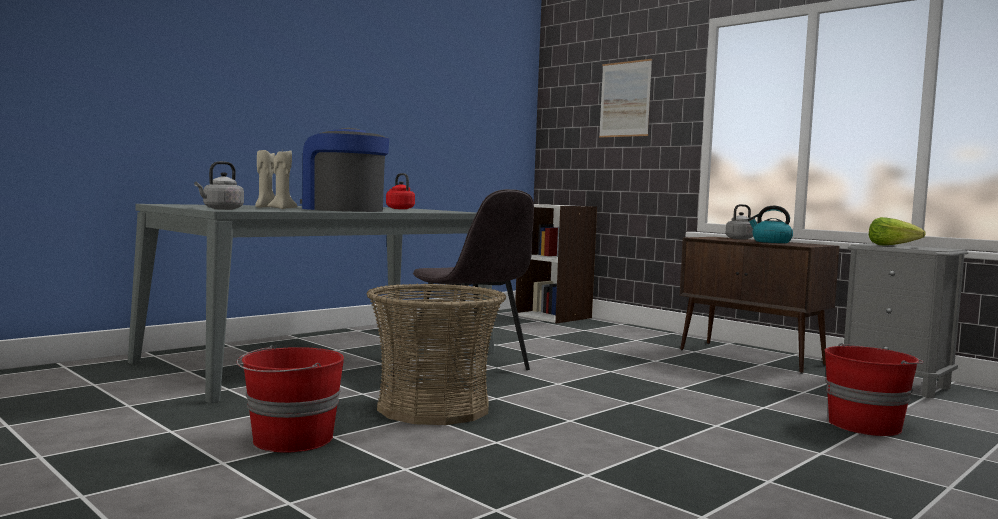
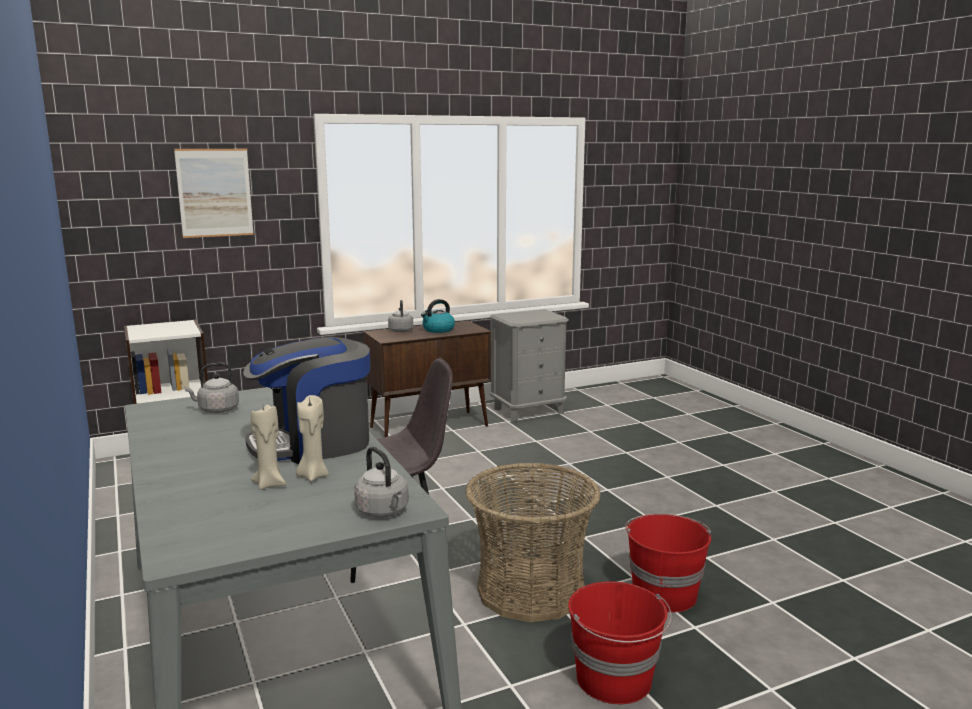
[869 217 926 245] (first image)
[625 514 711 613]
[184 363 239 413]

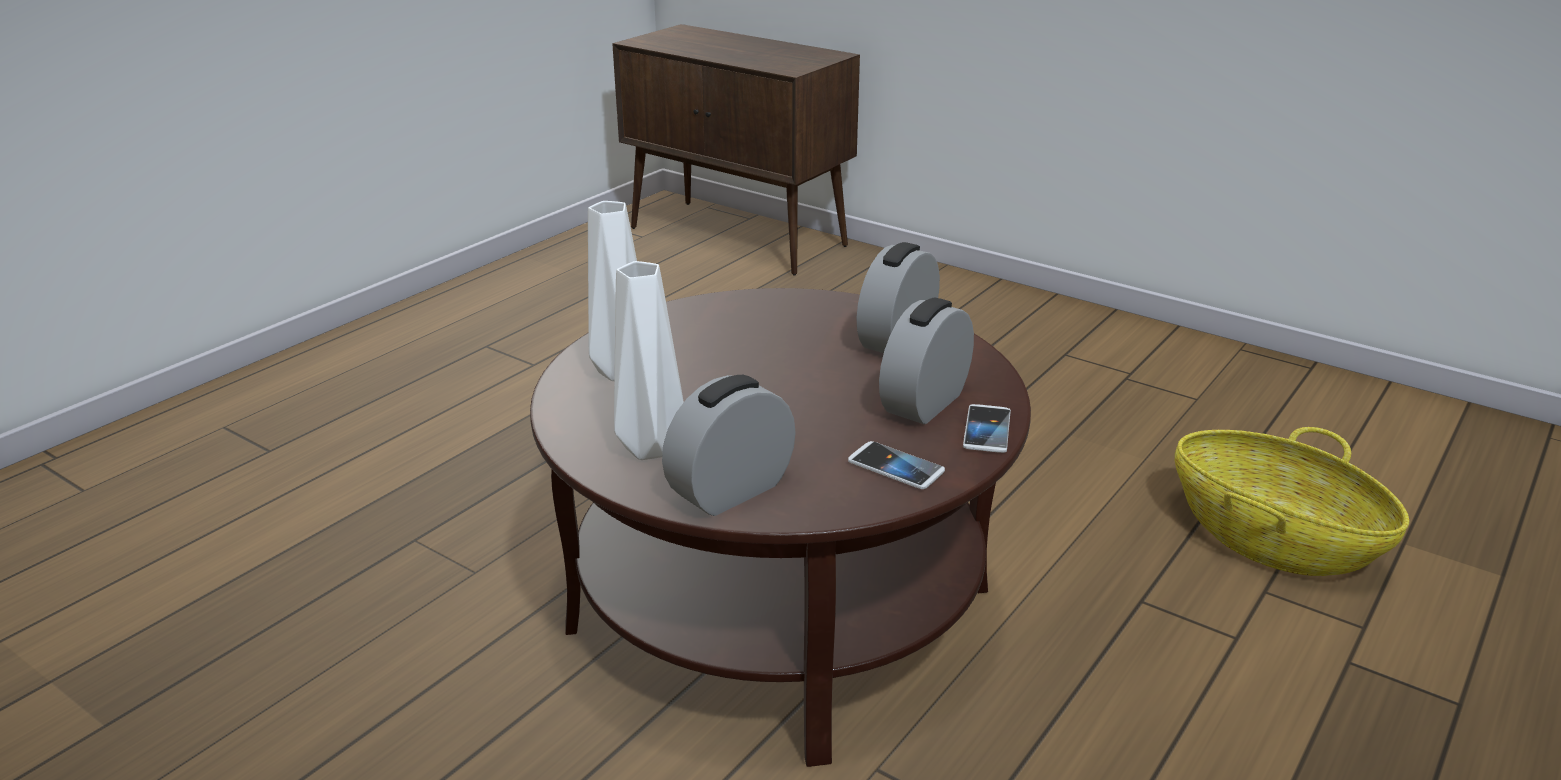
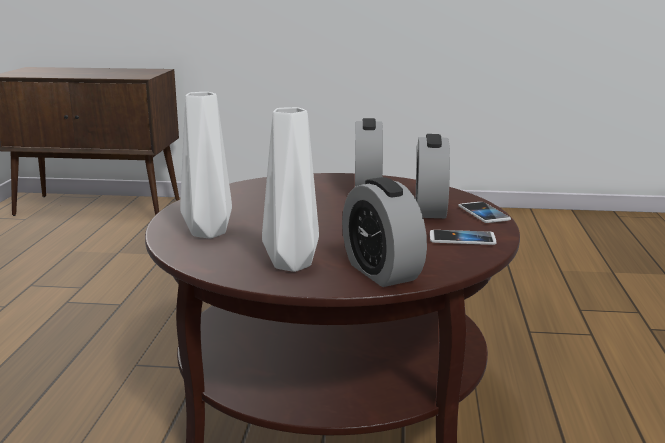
[1175 427 1409 576] (first image)
[342 177 427 287]

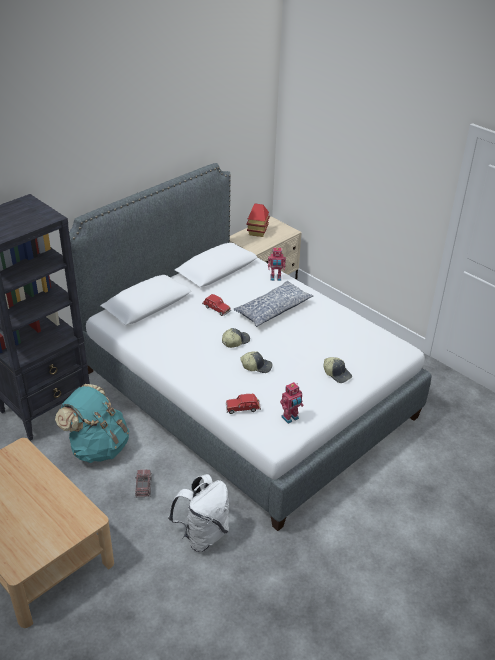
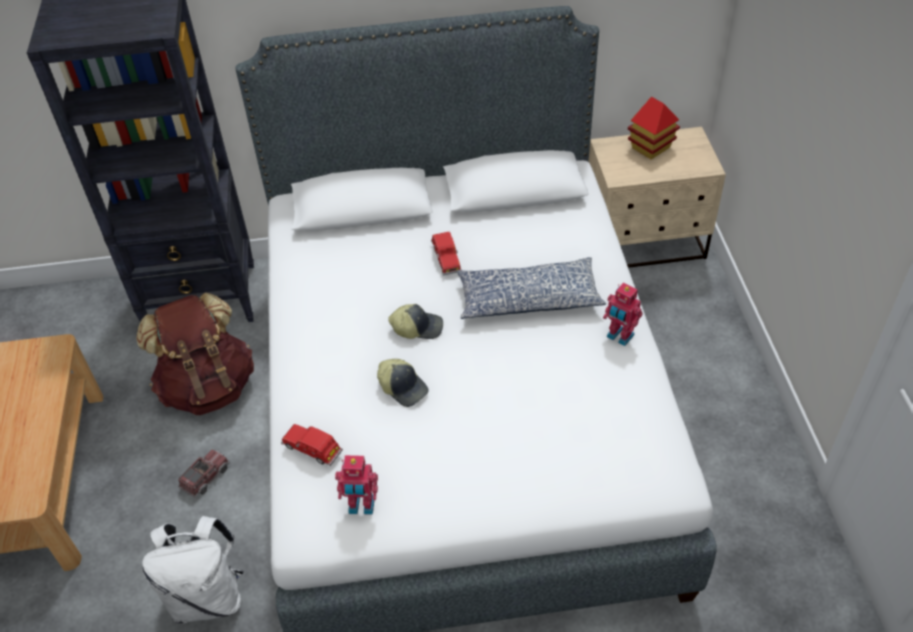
[323 357 352 383] (first image)
[603 283 643 346]
[136 293 254 415]

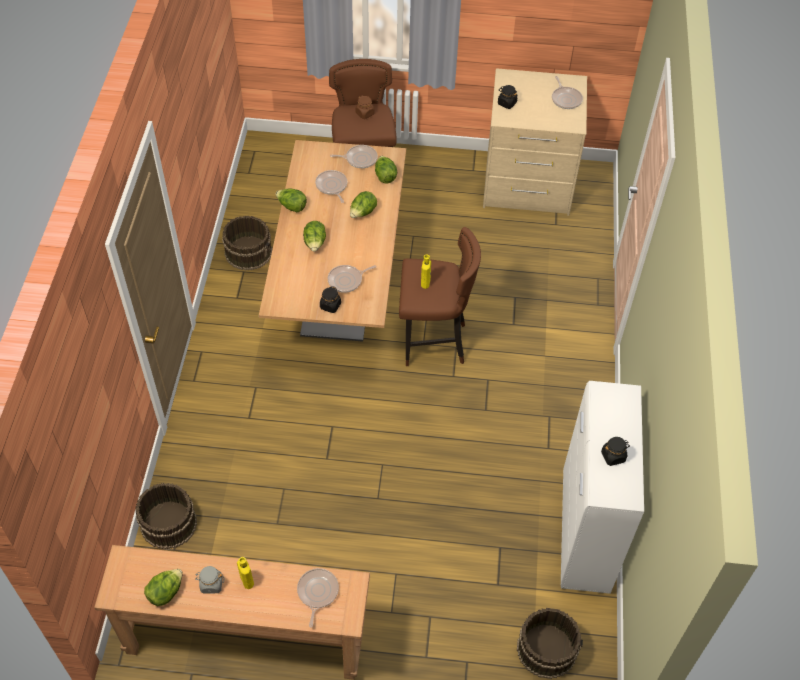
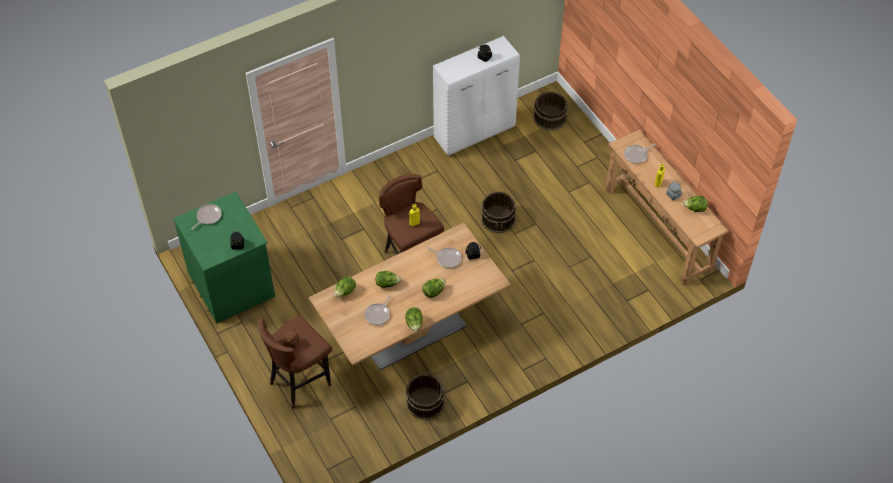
[330 145 378 168] (first image)
[481 192 516 233]
[173 191 275 323]

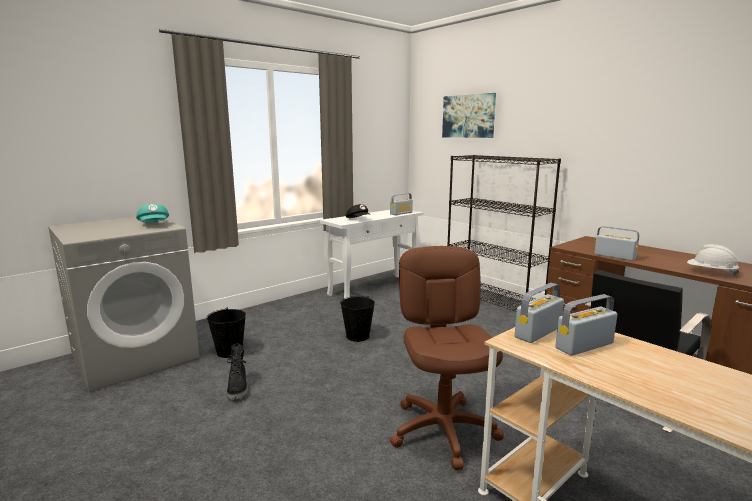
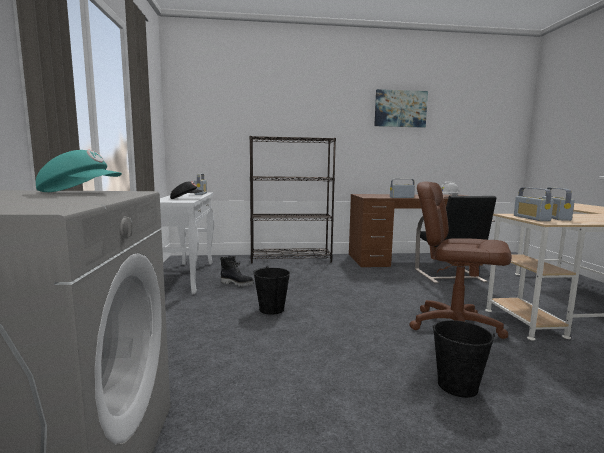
[432 320 495 398]
[220 256 254 287]
[374 89 428 128]

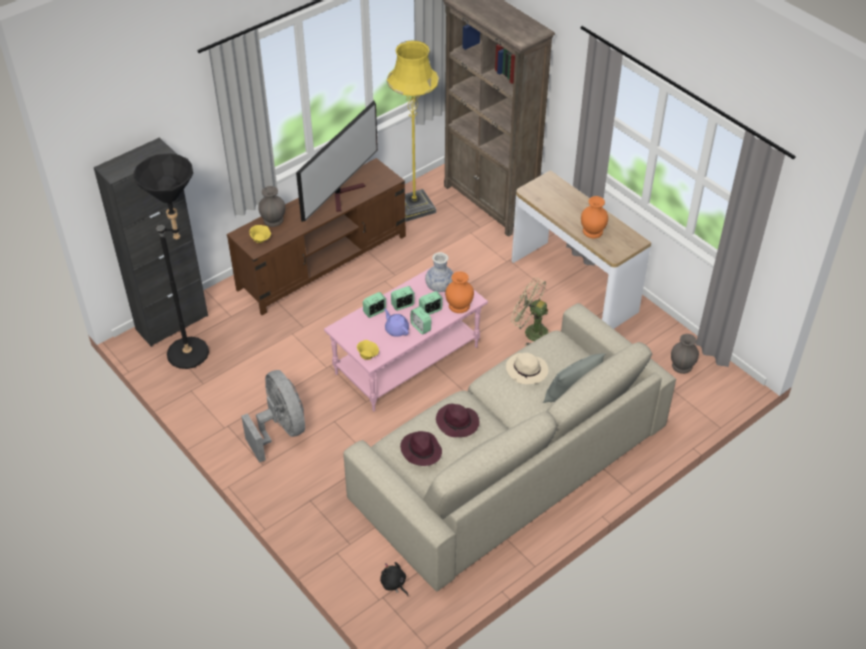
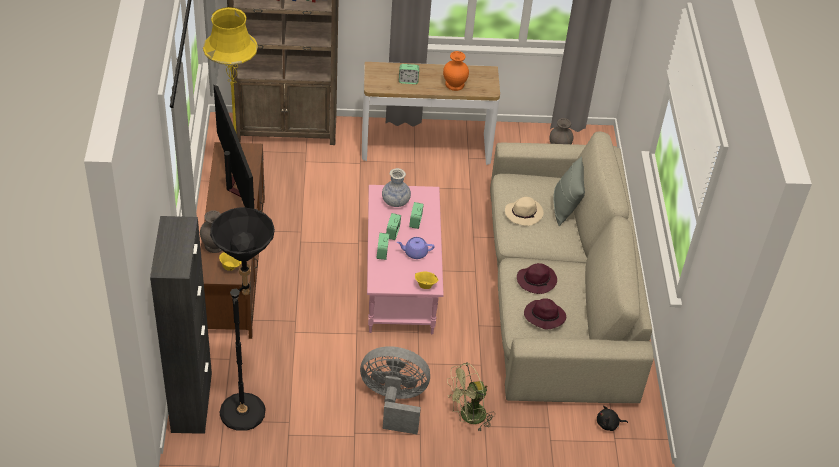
[445 271 474 313] (first image)
[399 64 419 84]
[447 362 495 431]

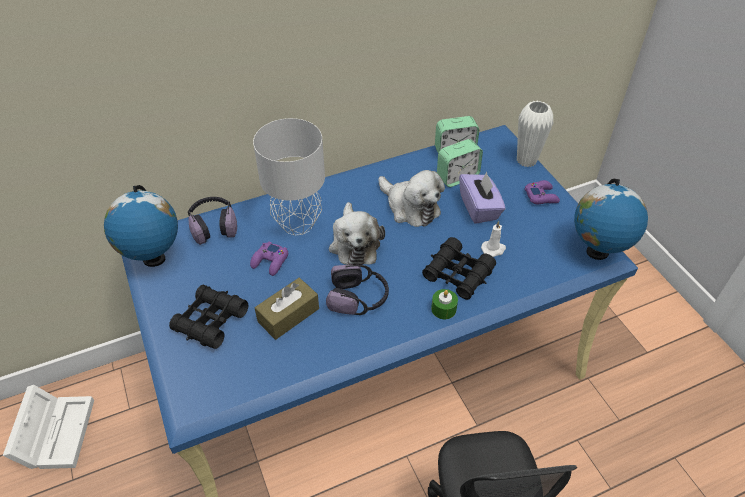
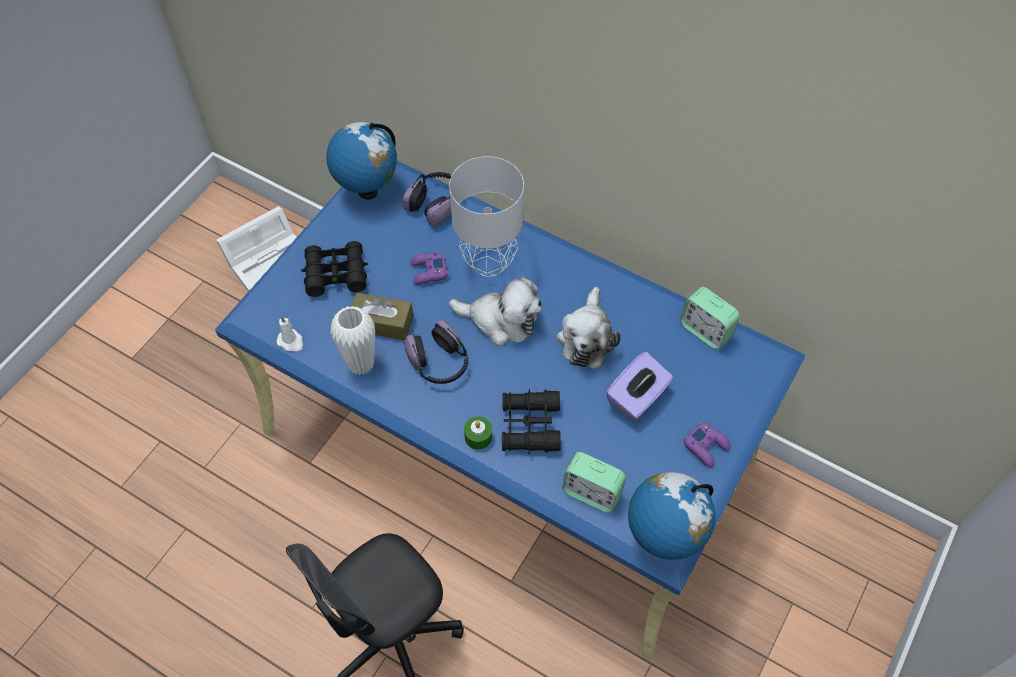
[562 452 626 513]
[277 316 303 351]
[330 306 375 375]
[449 277 542 346]

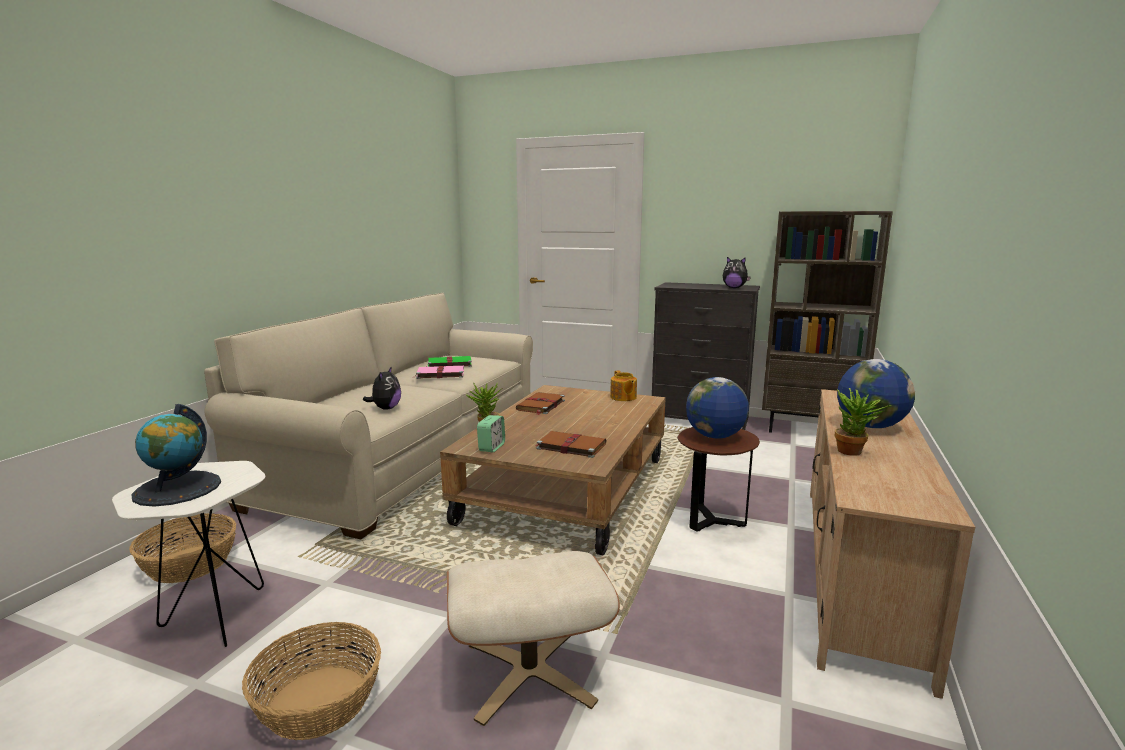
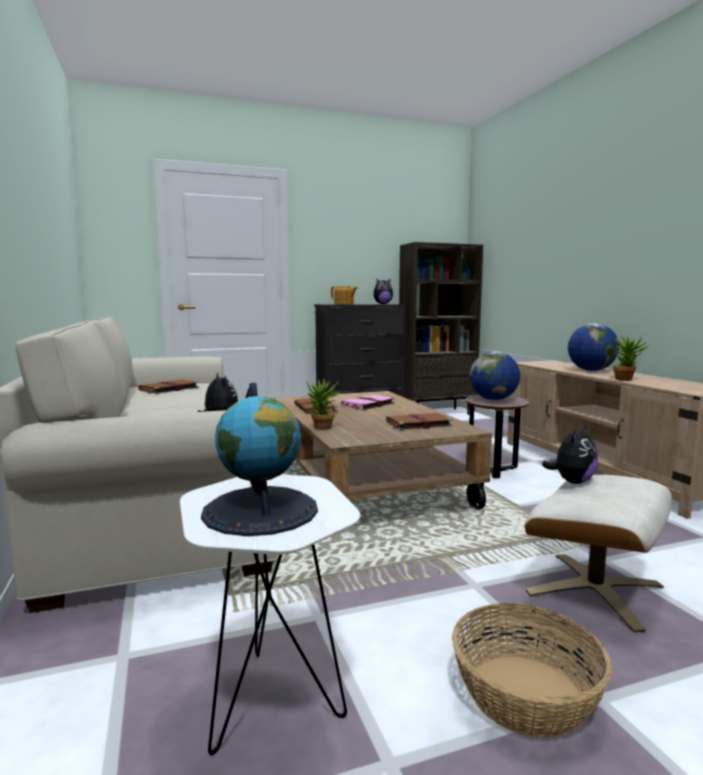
[129 514 236 583] (first image)
[477 415 505 452] (first image)
[542 426 598 484]
[341 395 395 410]
[331 286 358 304]
[138 379 199 394]

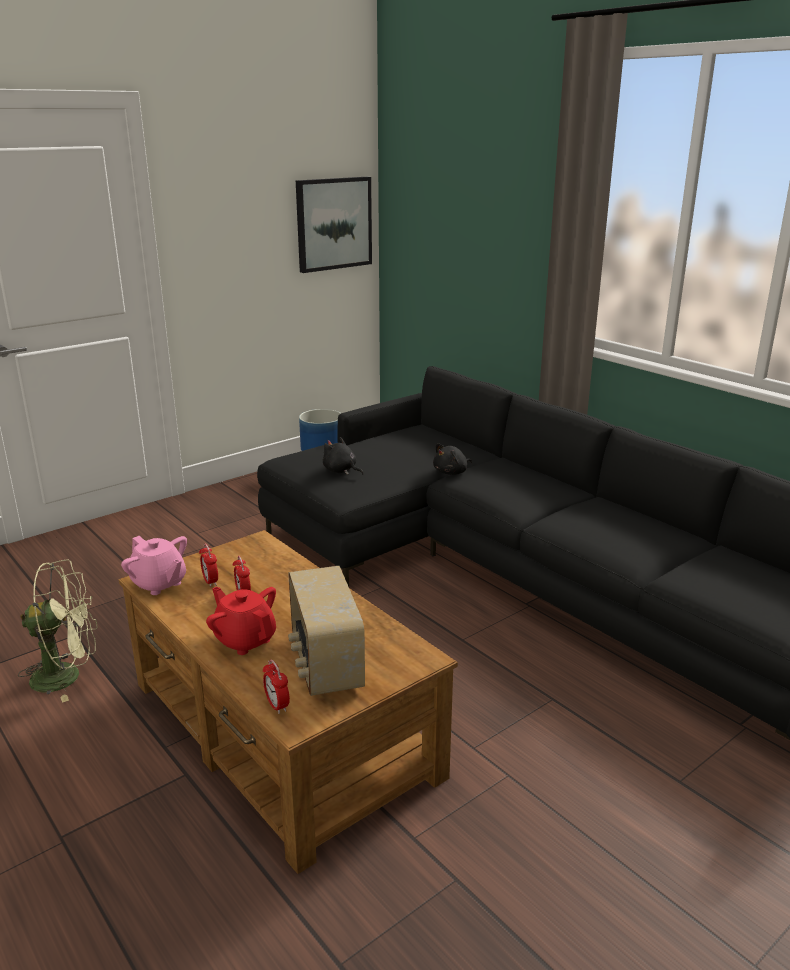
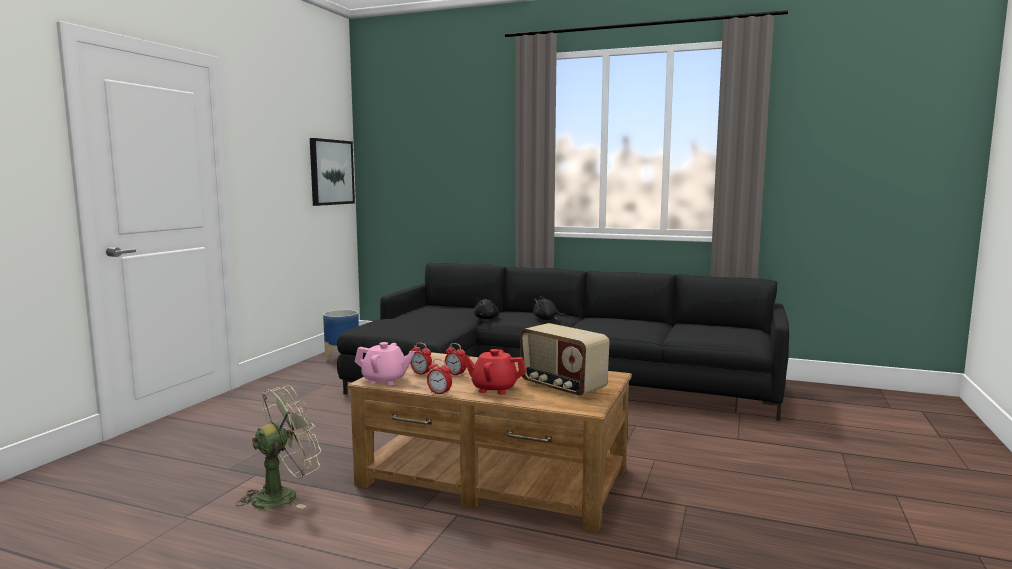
[427 359 452 395]
[533 296 568 320]

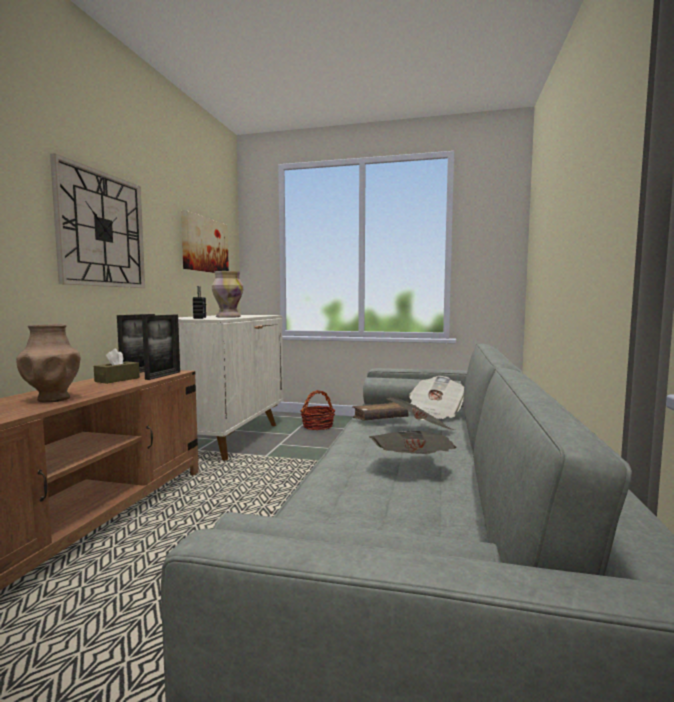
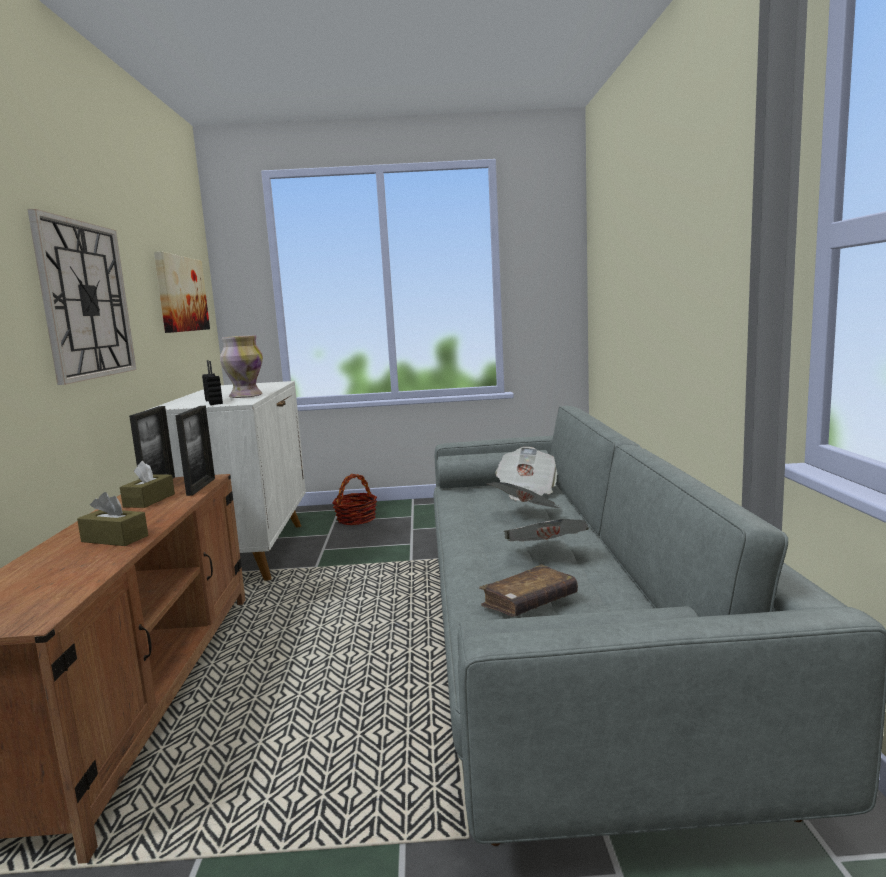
[479 565 578 616]
[77 492 148 546]

